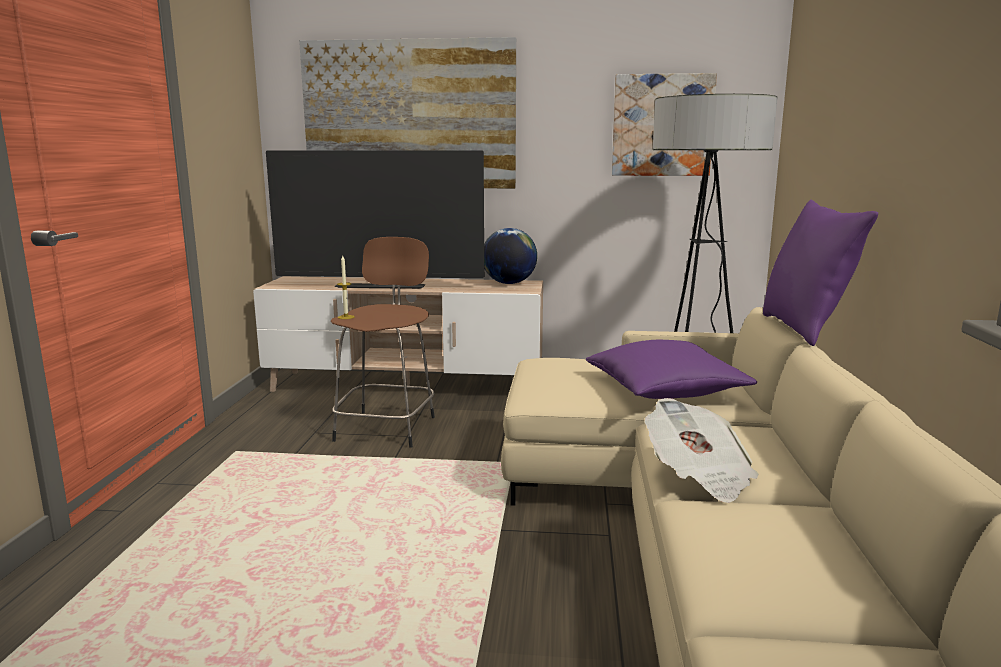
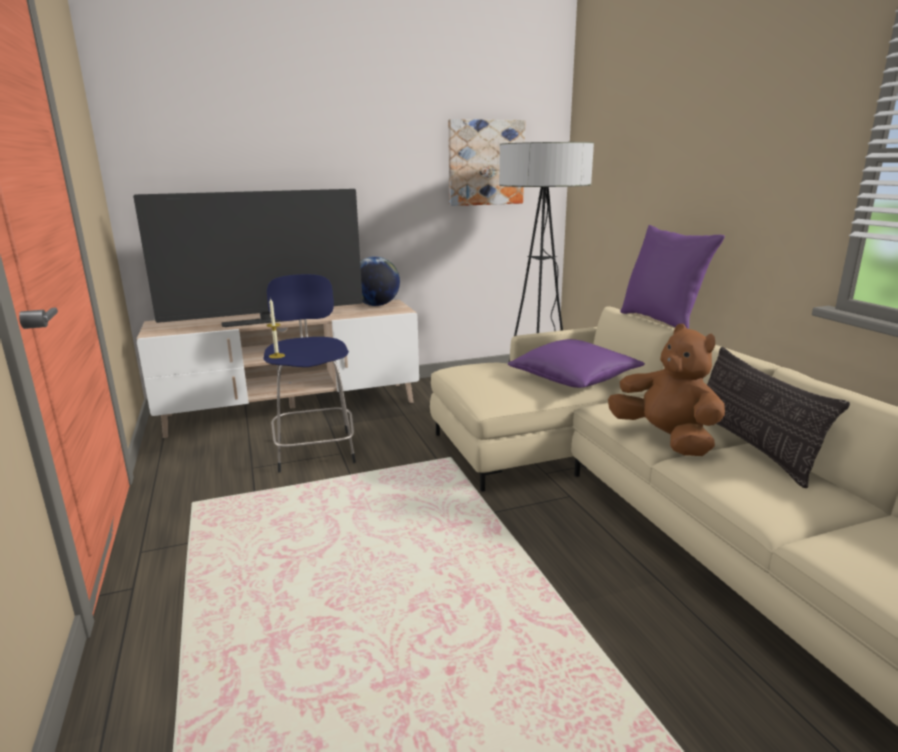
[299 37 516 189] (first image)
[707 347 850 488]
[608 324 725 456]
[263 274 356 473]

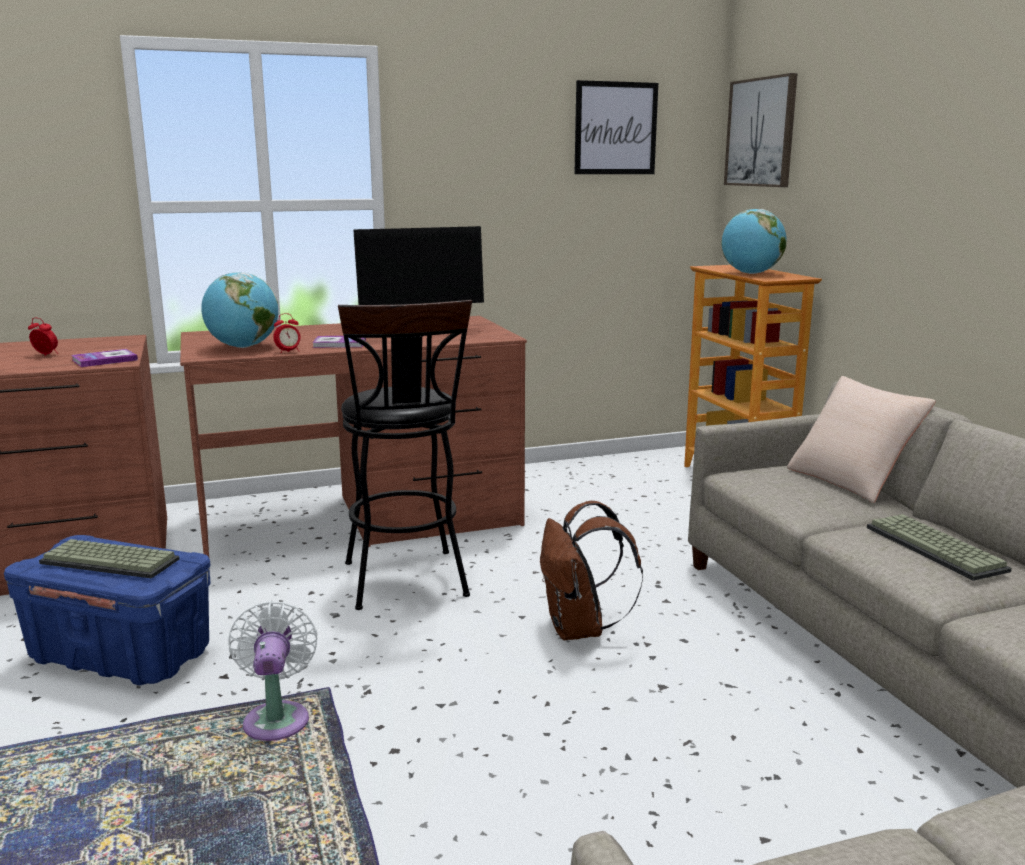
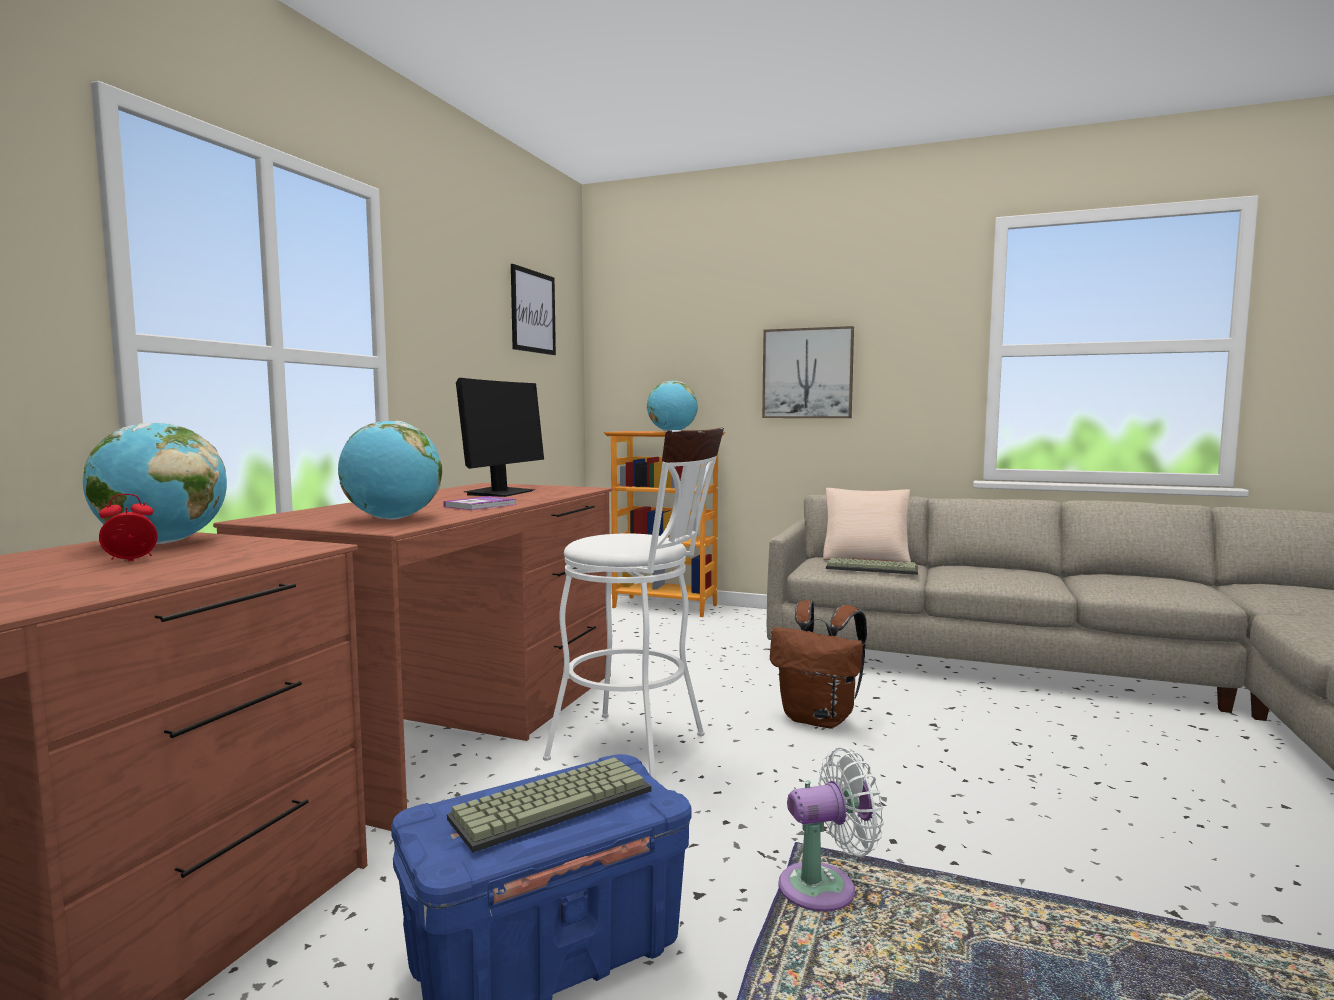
[72 349 138 367] (first image)
[273 313 301 353] (first image)
[83 423 227 544]
[762 326 854 418]
[826 558 918 575]
[543 428 724 781]
[778 748 884 912]

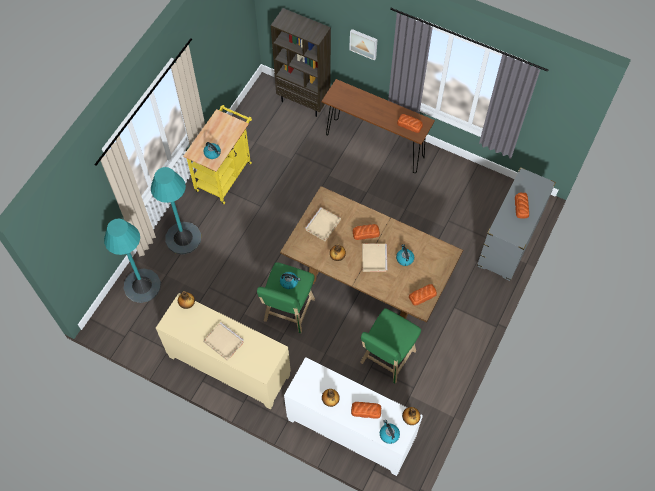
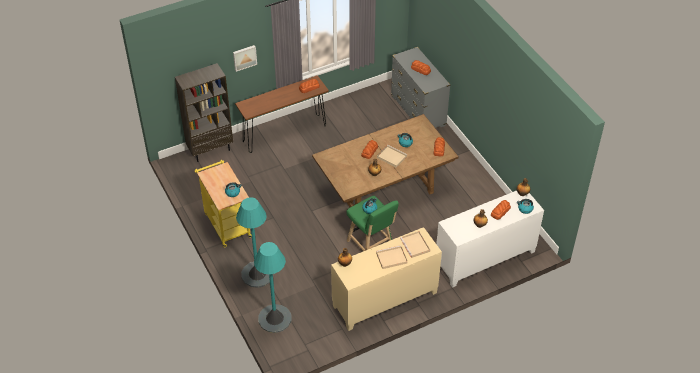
[360 308 421 384] (first image)
[400 231 431 258]

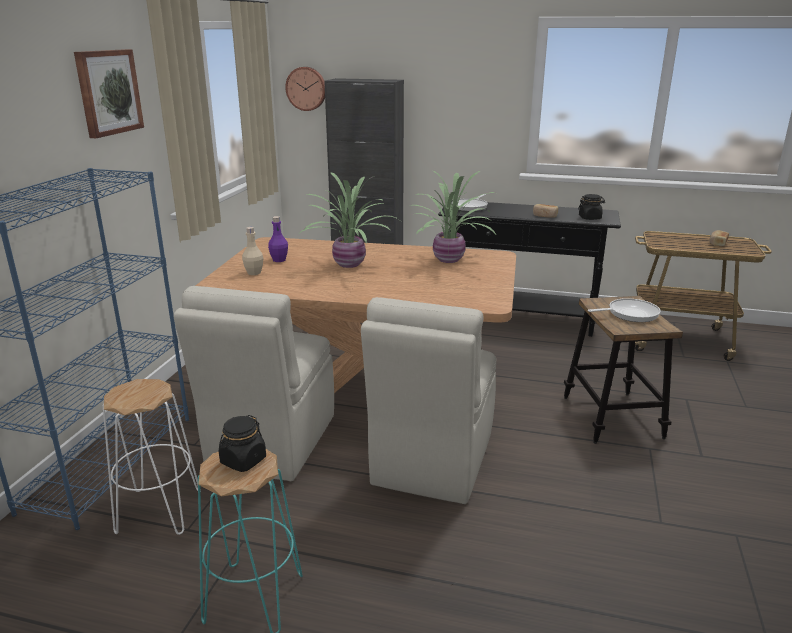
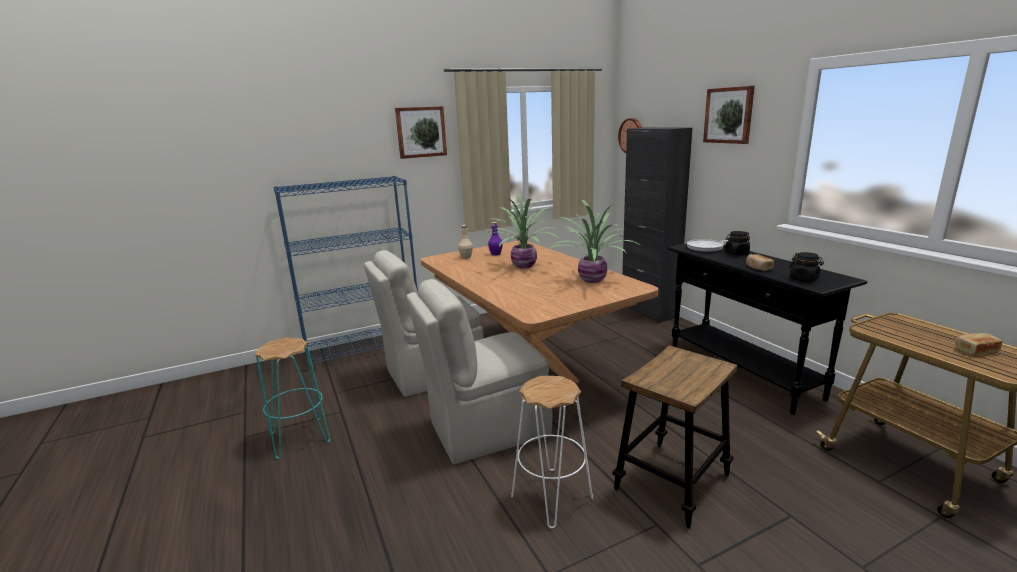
[588 298 661 322] (first image)
[703 86 755 144]
[511 376 593 529]
[725 231 750 255]

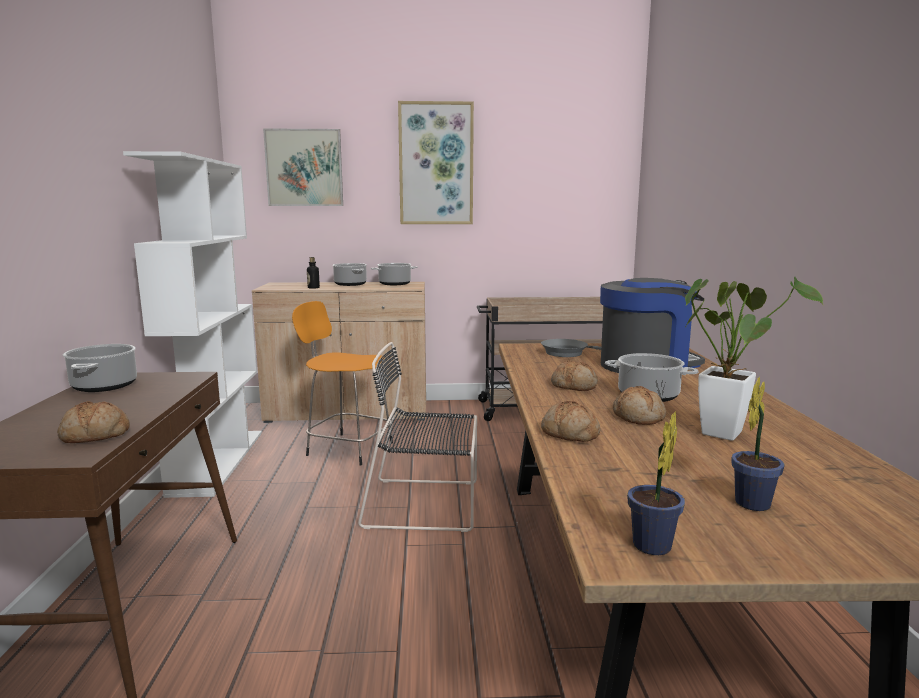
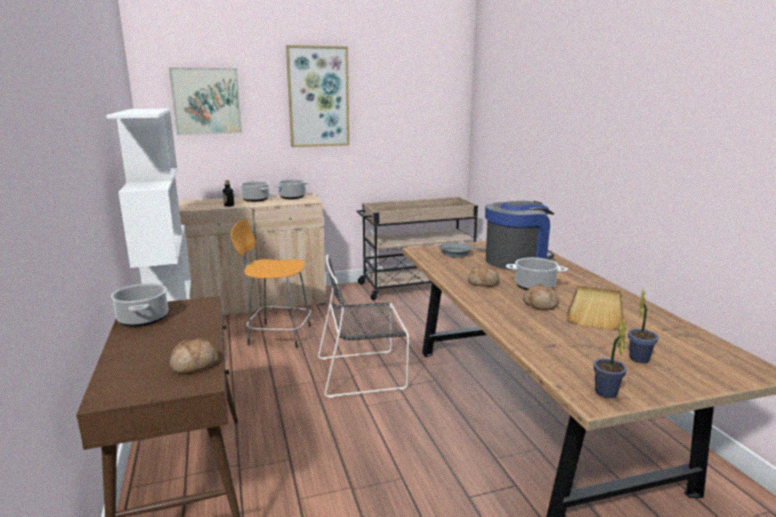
[541 401 600 442] (first image)
[566 286 624 330]

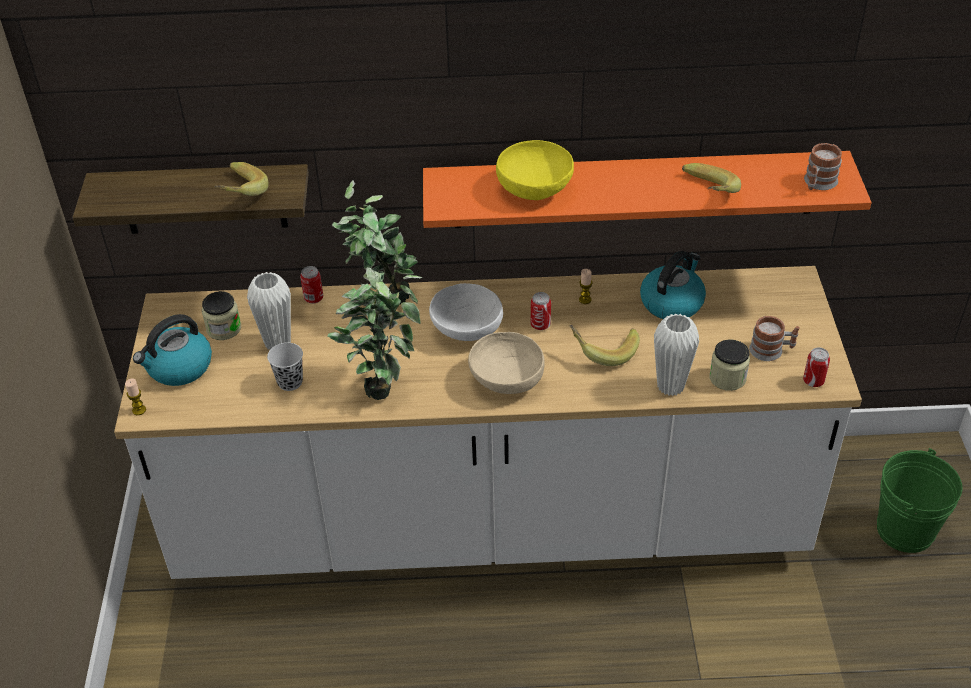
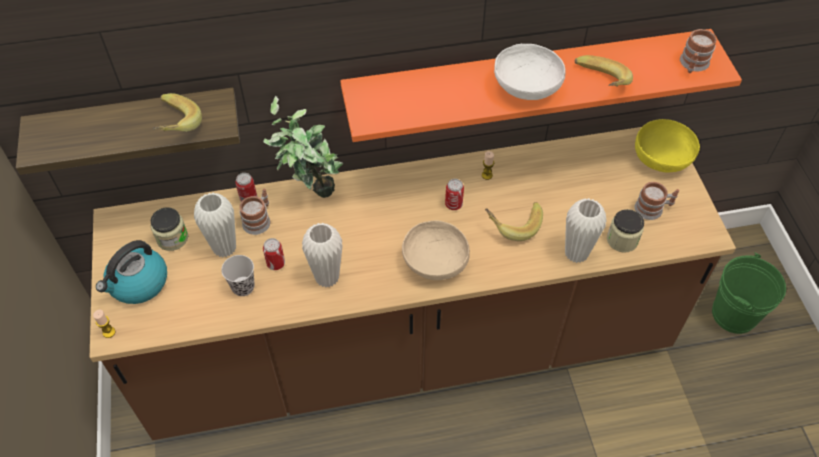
[640 251 706 319] (first image)
[240 188 270 235]
[494 44 566 100]
[635 119 700 172]
[263 238 285 270]
[302 223 343 288]
[90 127 736 440]

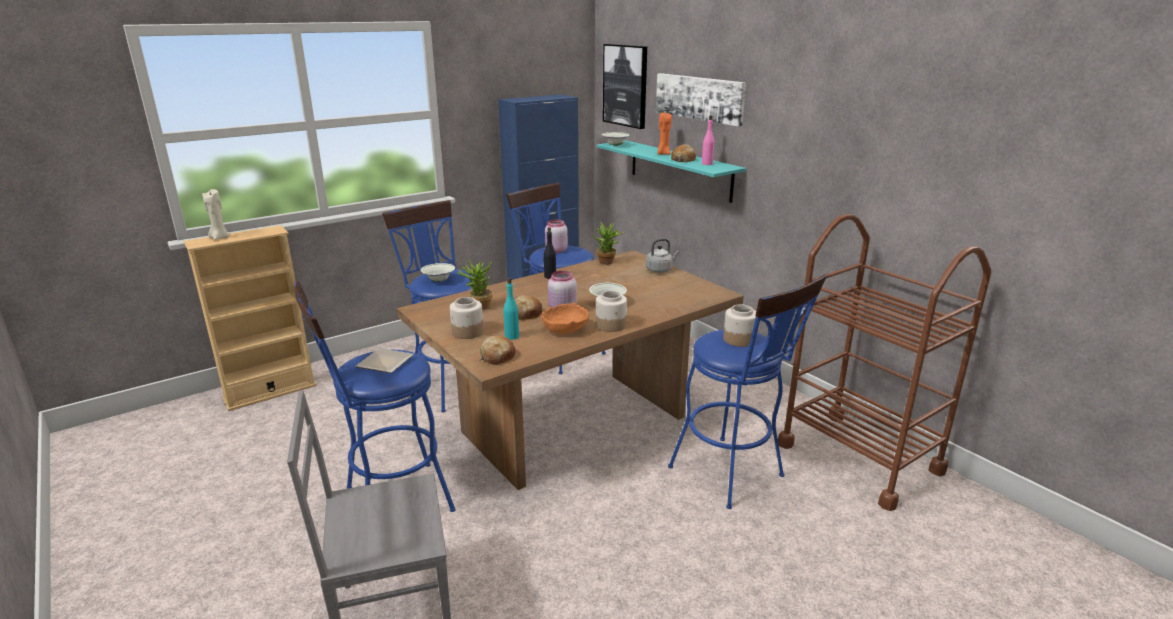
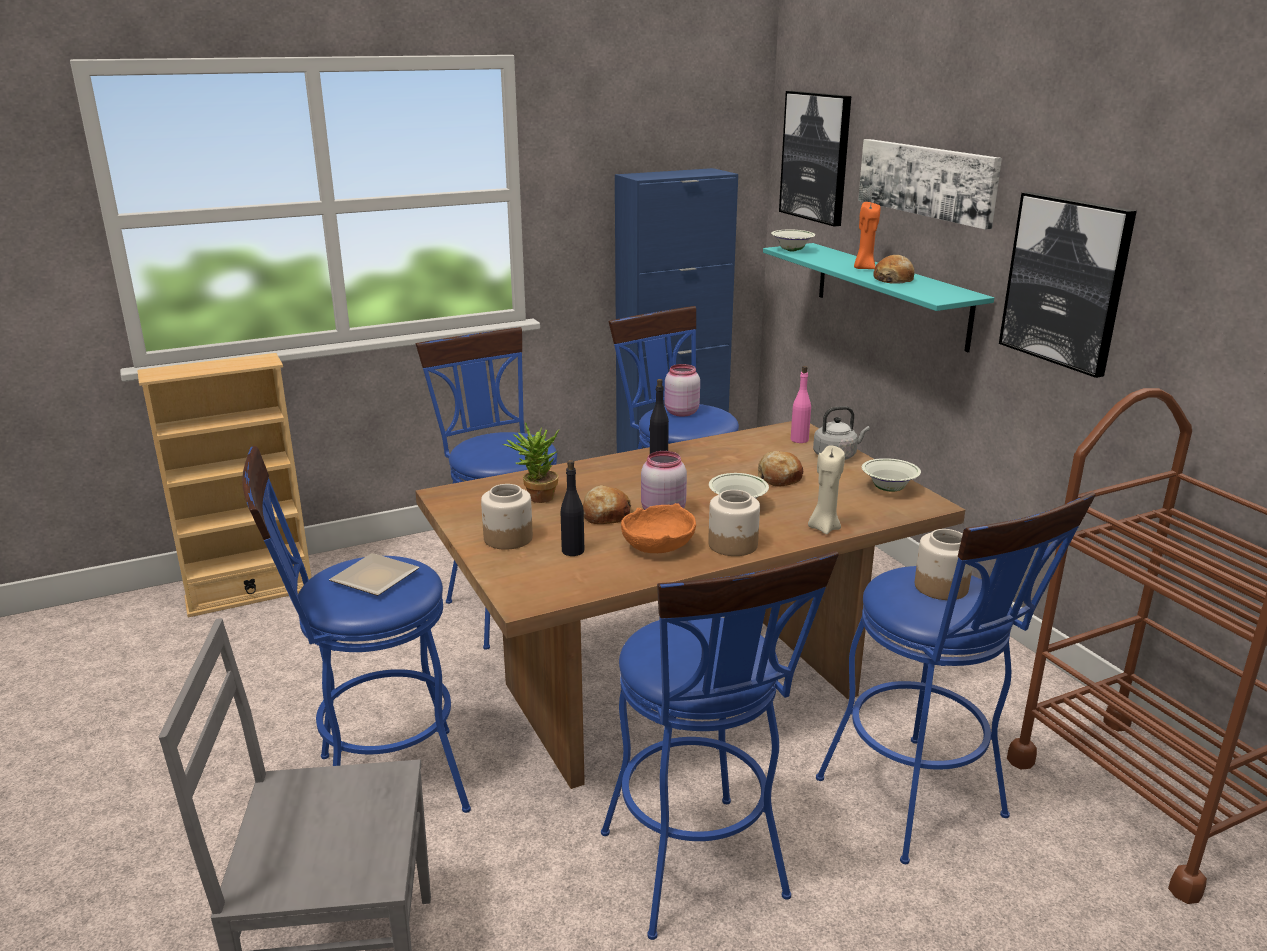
[593 222 625 265] (first image)
[601 551 839 940]
[999 192 1137 378]
[808 445 845 534]
[862 458 921 492]
[757 451 803 487]
[791 366 811 443]
[561 460 584 556]

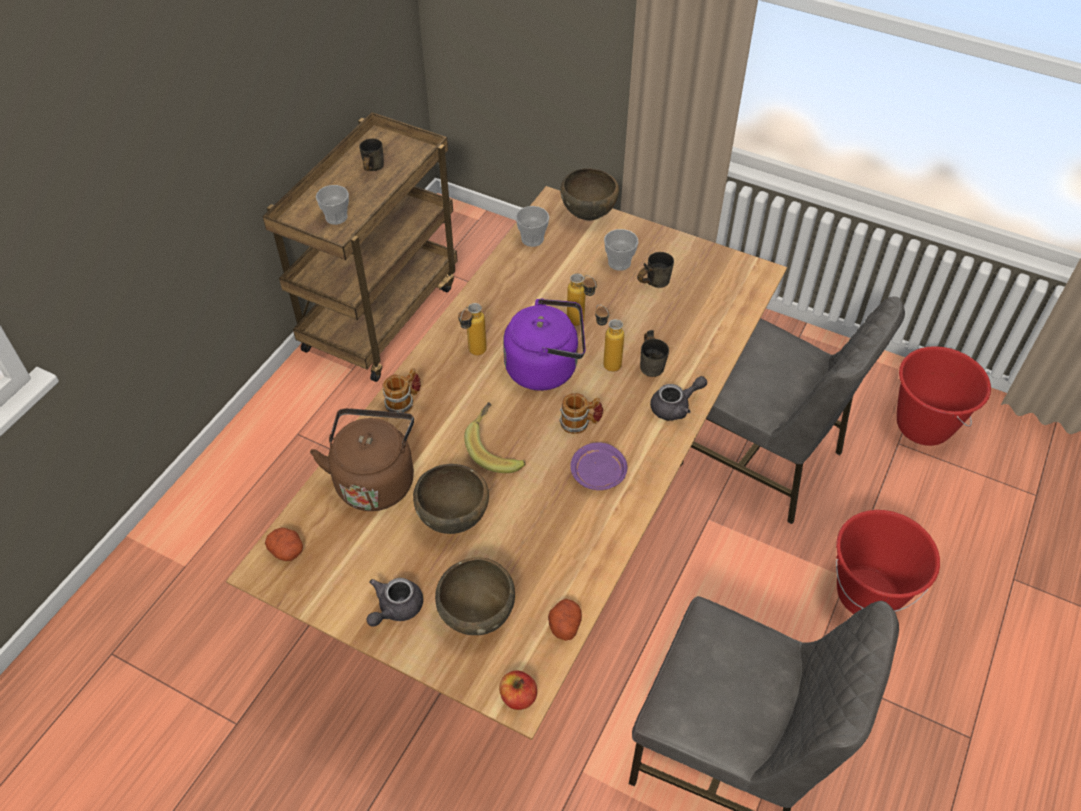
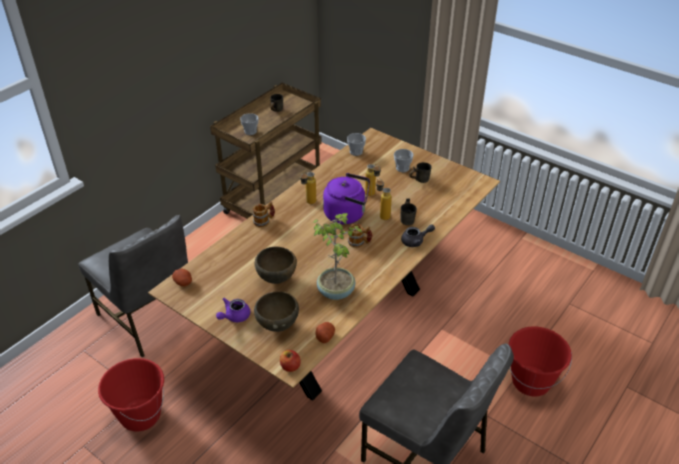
[310 408 414 511] (first image)
[464 402 525 473] (first image)
[560 168 619 220] (first image)
[570 442 627 490] (first image)
[313 213 362 300]
[79 215 188 357]
[98 358 164 432]
[216 298 250 322]

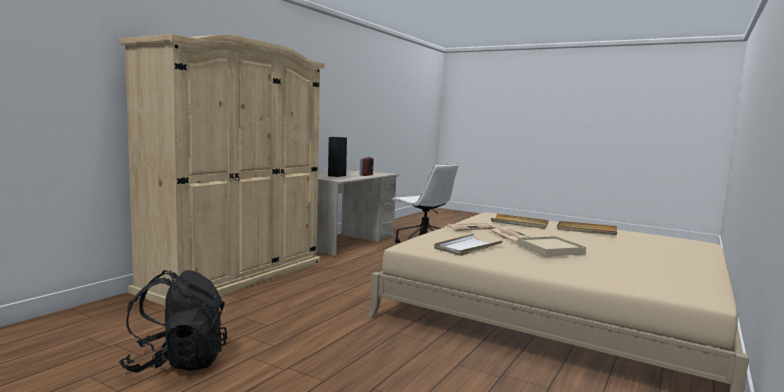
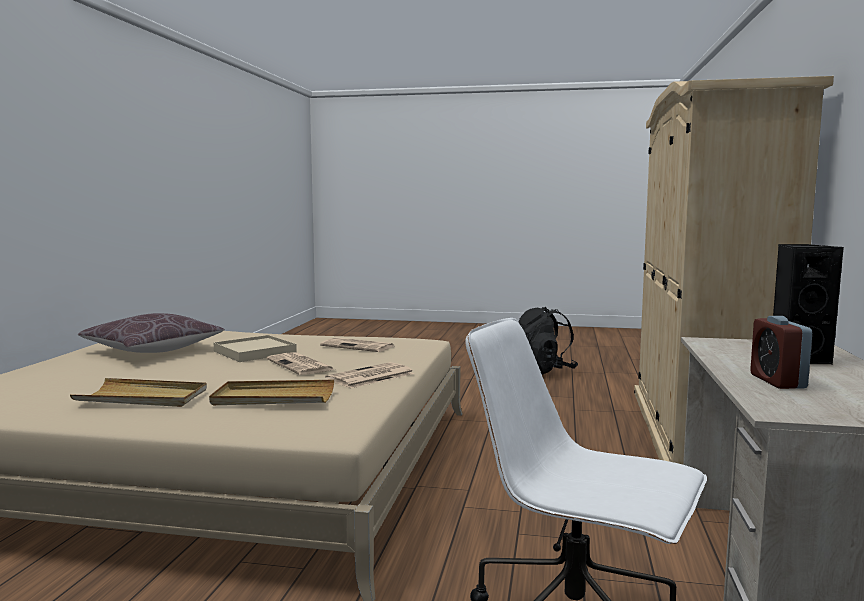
[78 313 225 353]
[320 337 394 352]

